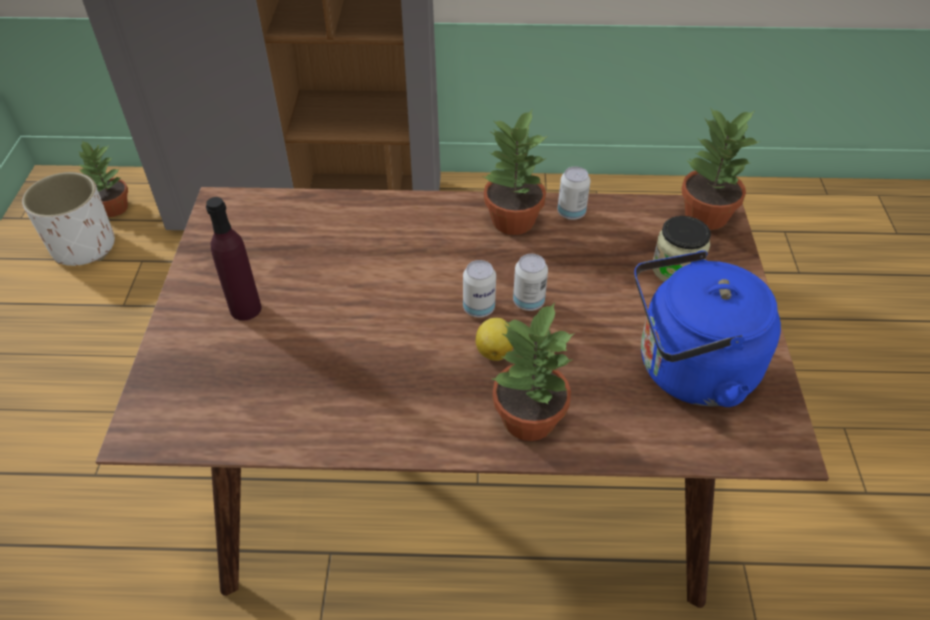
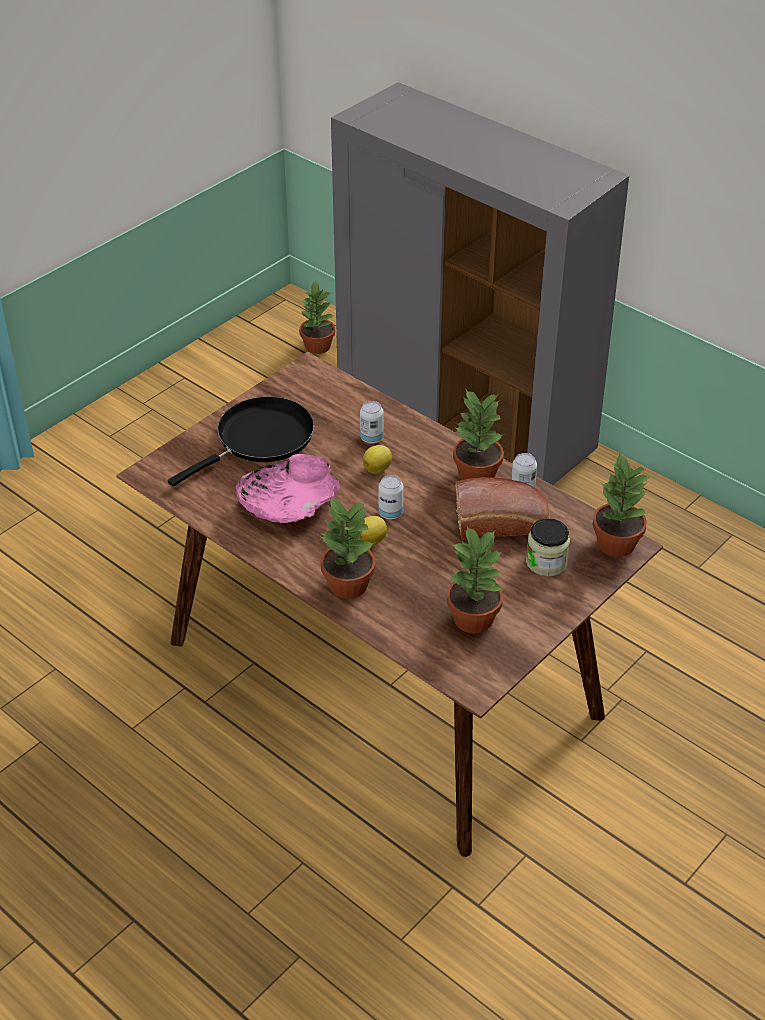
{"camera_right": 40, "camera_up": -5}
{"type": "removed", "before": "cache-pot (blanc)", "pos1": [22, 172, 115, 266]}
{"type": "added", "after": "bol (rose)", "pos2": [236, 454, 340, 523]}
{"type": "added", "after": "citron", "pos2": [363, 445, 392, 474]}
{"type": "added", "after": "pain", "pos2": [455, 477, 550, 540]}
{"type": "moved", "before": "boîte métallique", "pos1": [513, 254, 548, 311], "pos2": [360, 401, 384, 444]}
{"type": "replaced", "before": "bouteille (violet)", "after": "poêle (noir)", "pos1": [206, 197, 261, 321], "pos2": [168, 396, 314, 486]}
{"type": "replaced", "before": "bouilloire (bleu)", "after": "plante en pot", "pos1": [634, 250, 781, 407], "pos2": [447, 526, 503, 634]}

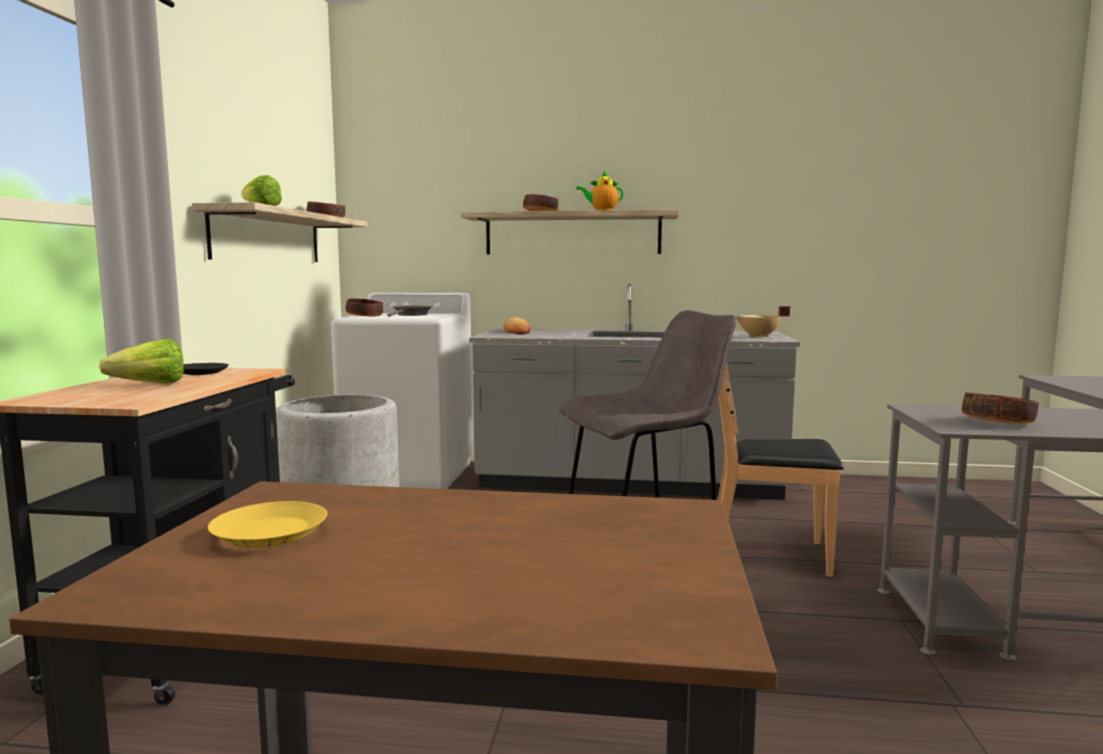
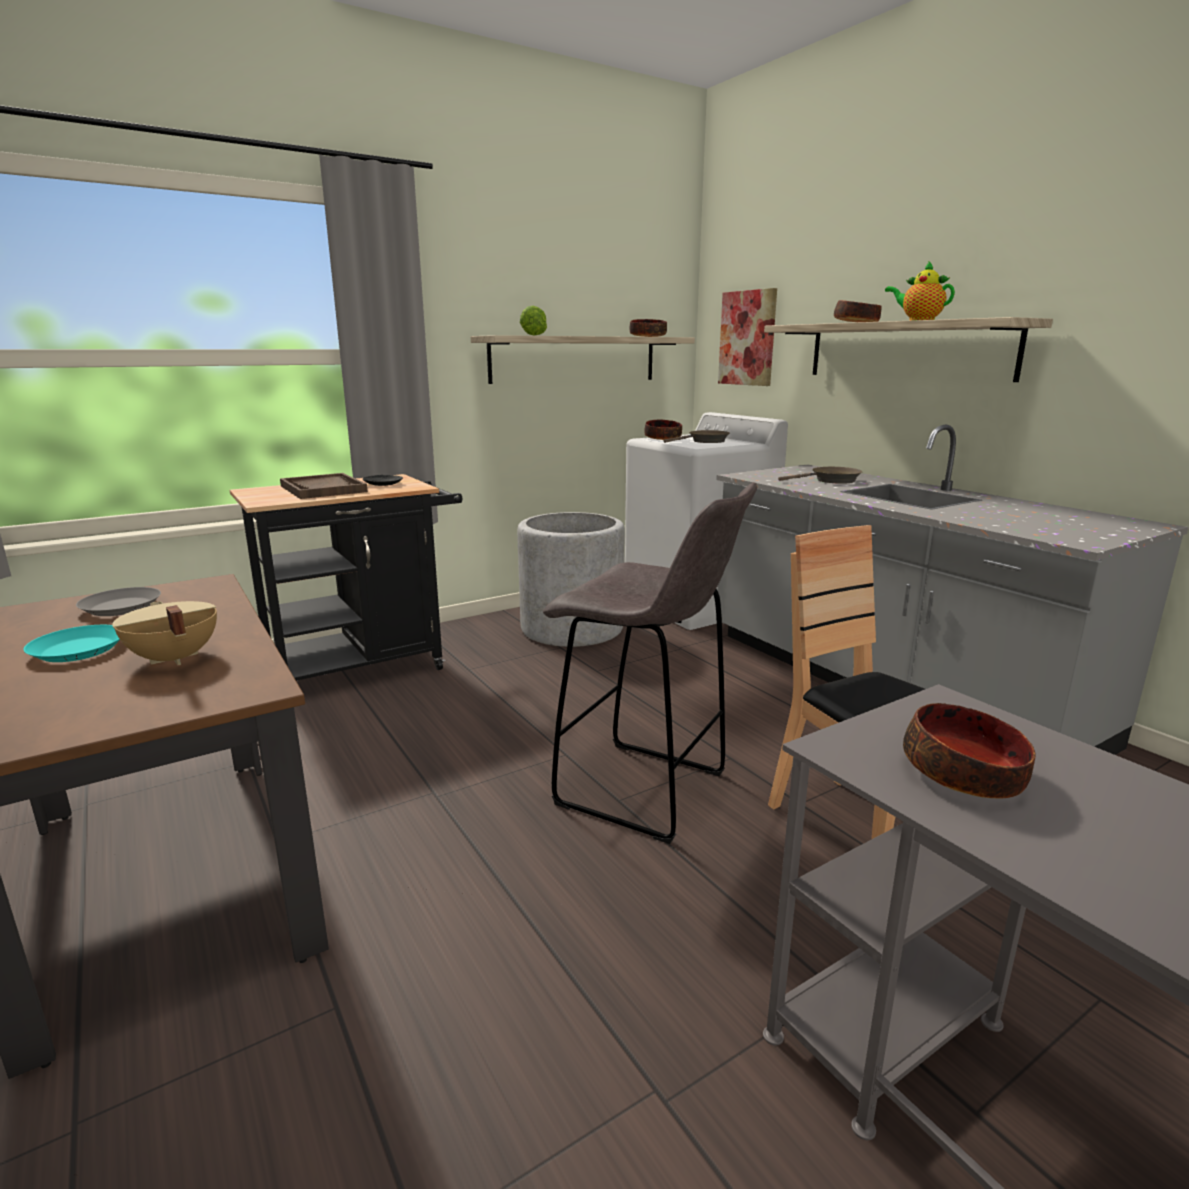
{"camera_right": 50, "camera_up": 10}
{"type": "removed", "before": "pain", "pos1": [503, 317, 531, 334]}
{"type": "added", "after": "assiette (turquoise)", "pos2": [23, 625, 120, 662]}
{"type": "added", "after": "tableau", "pos2": [718, 288, 777, 386]}
{"type": "added", "after": "poêle (marron)", "pos2": [778, 467, 862, 484]}
{"type": "moved", "before": "marmite (beige)", "pos1": [735, 306, 790, 338], "pos2": [112, 601, 217, 665]}
{"type": "replaced", "before": "laitue", "after": "plateau (marron)", "pos1": [99, 339, 184, 383], "pos2": [280, 473, 368, 499]}
{"type": "recoloured", "before": "assiette (jaune)", "after": "assiette (gris)", "pos1": [208, 501, 327, 548], "pos2": [76, 587, 161, 616]}

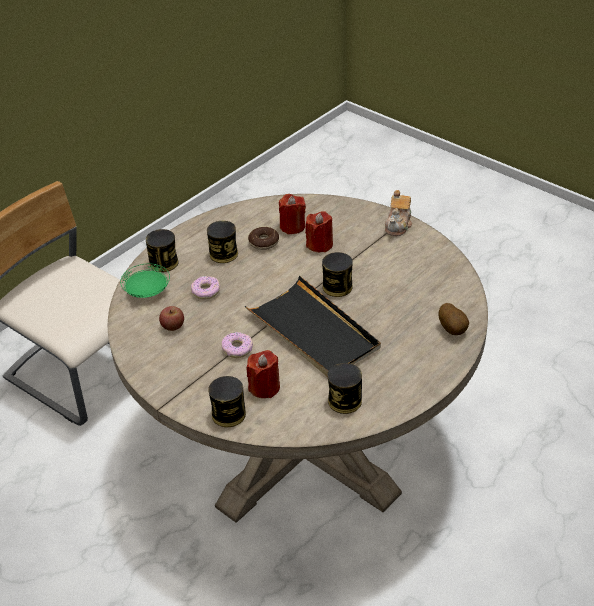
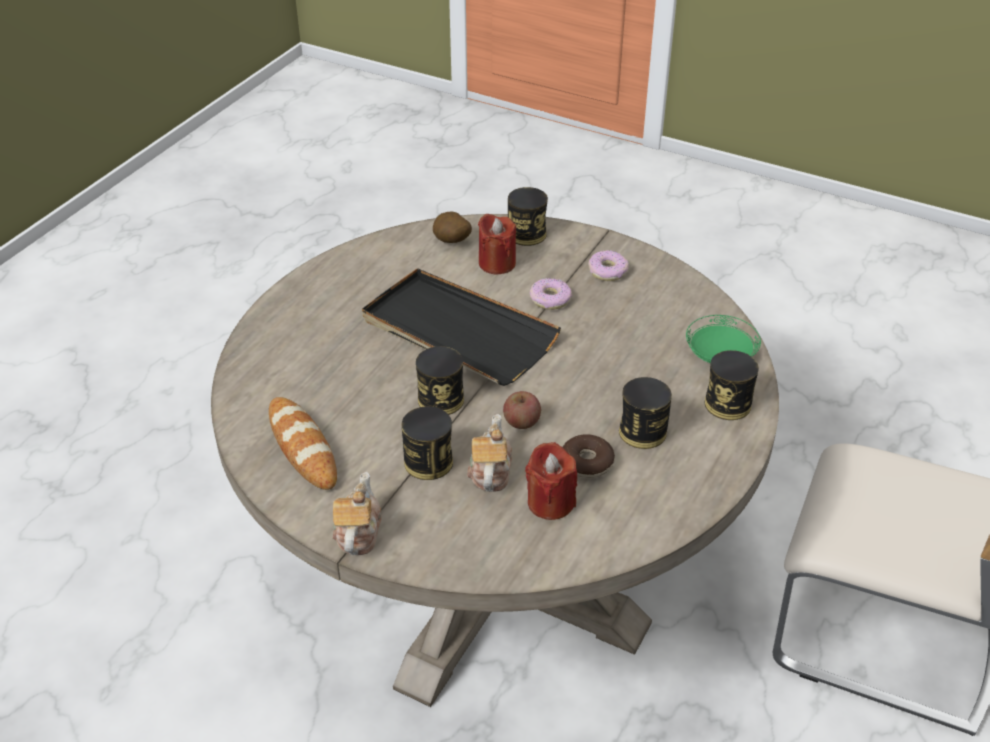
{"camera_right": 165, "camera_up": 0}
{"type": "added", "after": "pain", "pos2": [269, 397, 337, 490]}
{"type": "moved", "before": "pomme", "pos1": [159, 306, 184, 331], "pos2": [503, 391, 541, 429]}
{"type": "moved", "before": "beignet", "pos1": [191, 276, 220, 300], "pos2": [588, 250, 629, 281]}
{"type": "moved", "before": "boîte métallique", "pos1": [328, 363, 362, 414], "pos2": [402, 406, 453, 480]}
{"type": "moved", "before": "pomme de terre", "pos1": [438, 303, 469, 335], "pos2": [433, 211, 472, 243]}
{"type": "replaced", "before": "bougie (rouge)", "after": "théière", "pos1": [305, 211, 333, 252], "pos2": [467, 414, 512, 492]}

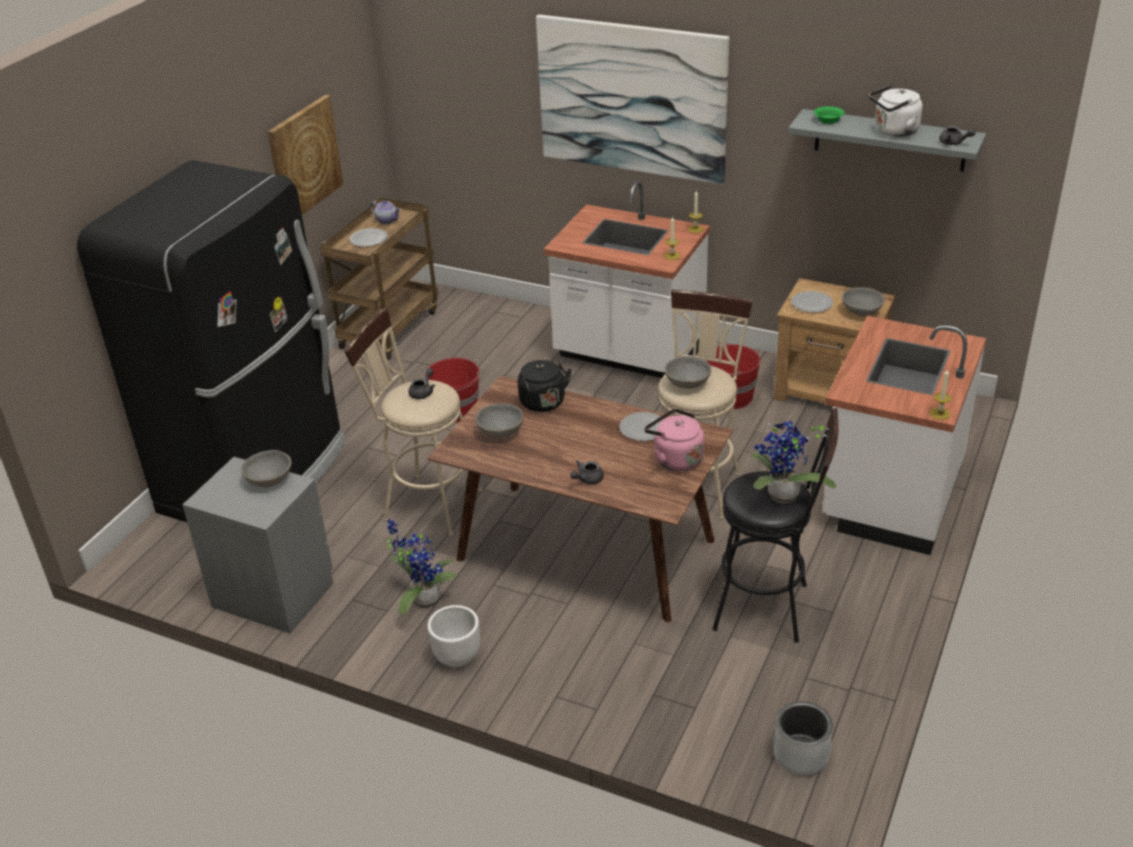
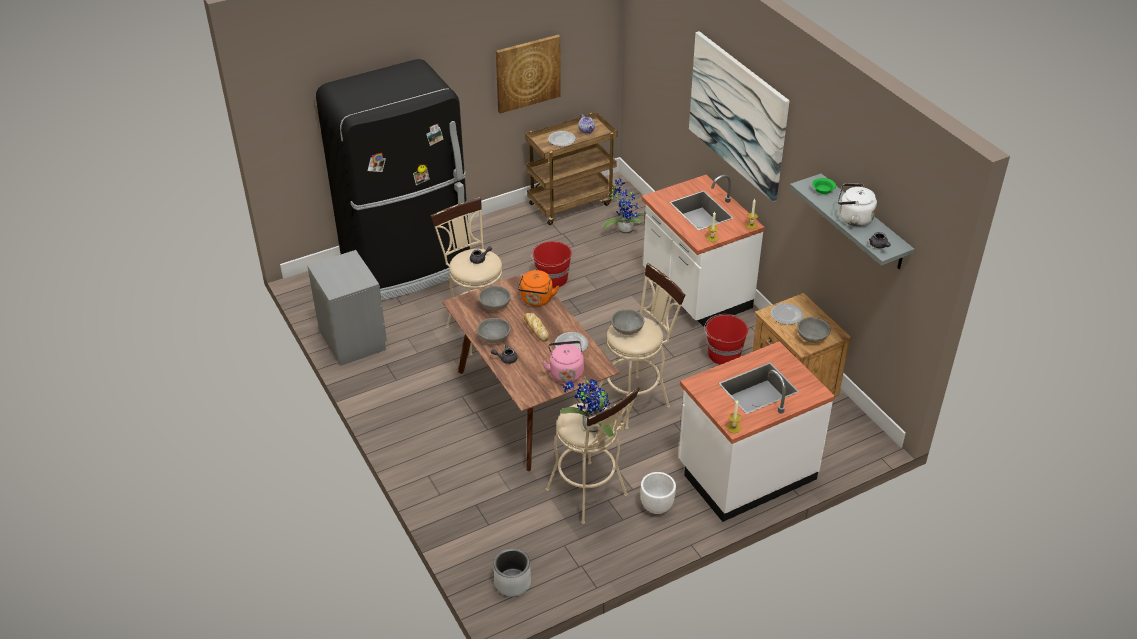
{"camera_right": 35, "camera_up": 5}
{"type": "added", "after": "pain", "pos2": [524, 313, 549, 341]}
{"type": "moved", "before": "bol (gris)", "pos1": [241, 450, 291, 487], "pos2": [477, 318, 511, 343]}
{"type": "moved", "before": "plante en pot", "pos1": [387, 519, 456, 614], "pos2": [603, 178, 645, 234]}
{"type": "moved", "before": "cache-pot (blanc)", "pos1": [428, 605, 480, 667], "pos2": [641, 472, 676, 514]}
{"type": "recoloured", "before": "bouilloire (noir)", "after": "bouilloire (orange)", "pos1": [518, 360, 571, 412], "pos2": [518, 270, 559, 306]}
{"type": "recoloured", "before": "tabouret (noir)", "after": "tabouret (beige)", "pos1": [712, 408, 838, 643], "pos2": [546, 387, 640, 524]}

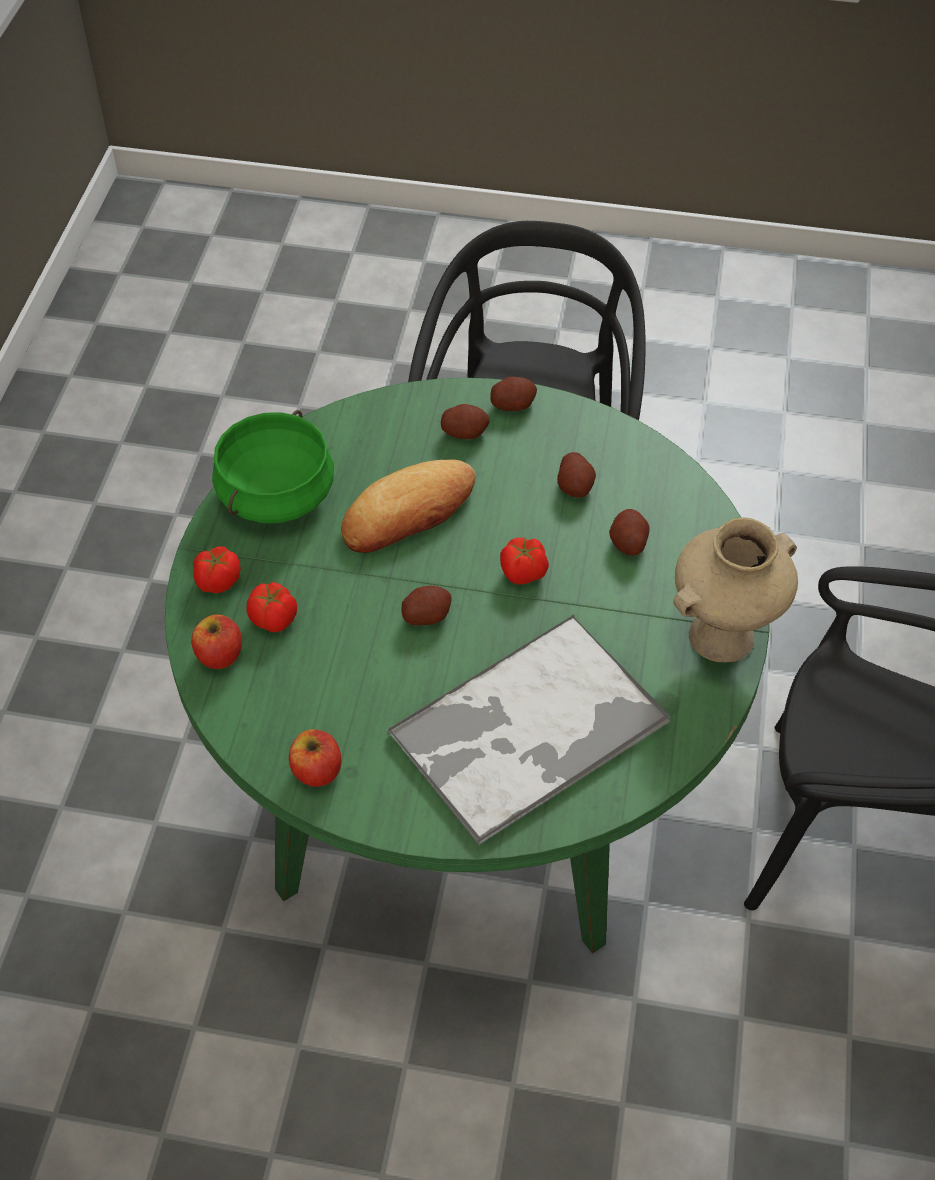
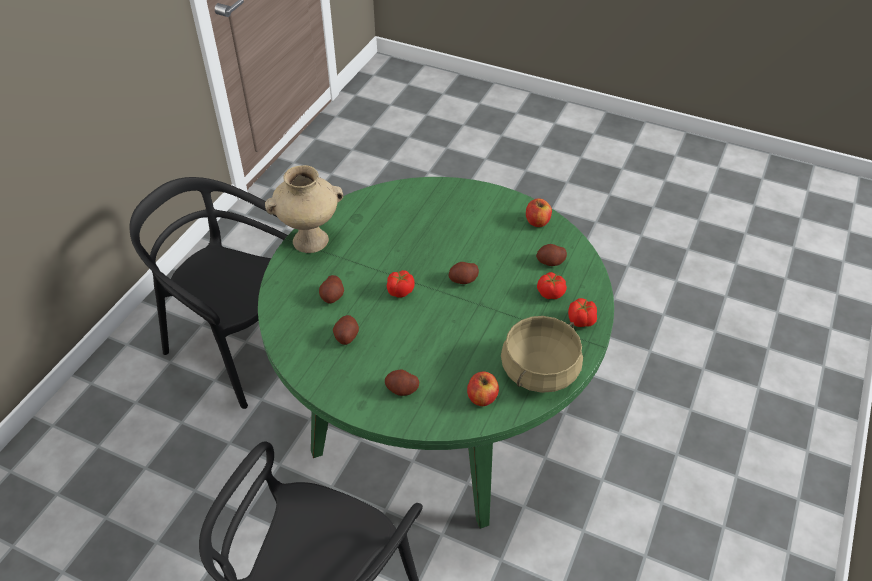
{"camera_right": -165, "camera_up": -5}
{"type": "removed", "before": "pain", "pos1": [341, 459, 475, 553]}
{"type": "removed", "before": "plateau", "pos1": [386, 614, 670, 846]}
{"type": "moved", "before": "pomme", "pos1": [191, 615, 242, 669], "pos2": [467, 372, 499, 406]}
{"type": "moved", "before": "pomme de terre", "pos1": [490, 377, 537, 411], "pos2": [536, 244, 567, 266]}
{"type": "recoloured", "before": "marmite (vert)", "after": "marmite (beige)", "pos1": [212, 410, 334, 523], "pos2": [501, 316, 583, 393]}

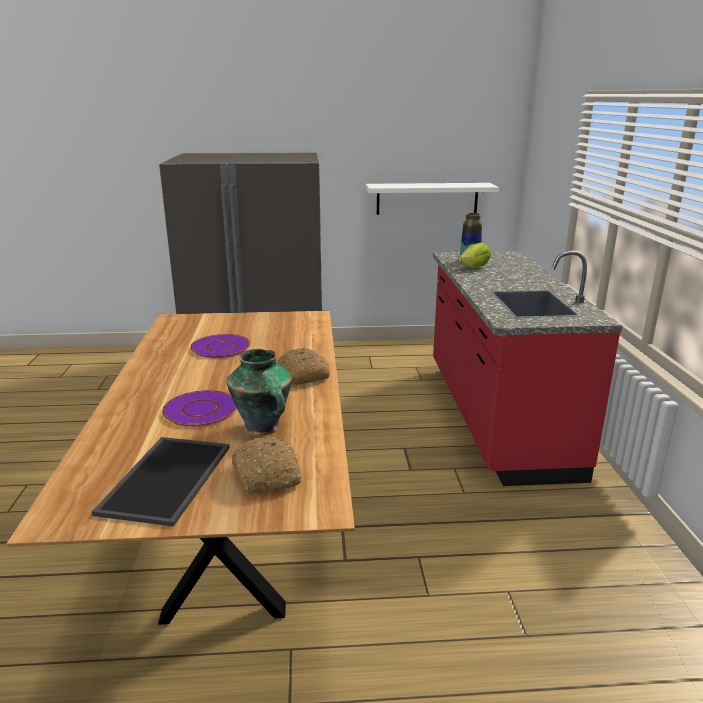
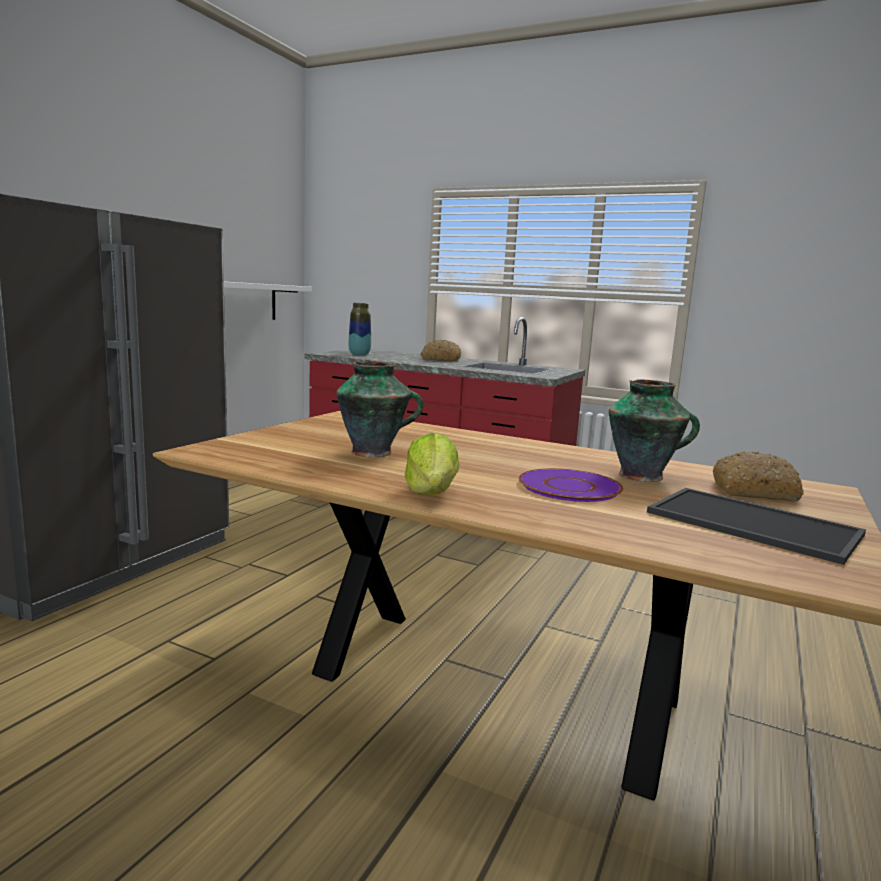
{"camera_right": -60, "camera_up": -10}
{"type": "moved", "before": "pain", "pos1": [277, 348, 330, 385], "pos2": [421, 340, 461, 361]}
{"type": "moved", "before": "laitue", "pos1": [458, 243, 491, 268], "pos2": [405, 433, 459, 495]}
{"type": "replaced", "before": "assiette (violet)", "after": "vase", "pos1": [190, 334, 251, 358], "pos2": [336, 361, 423, 457]}

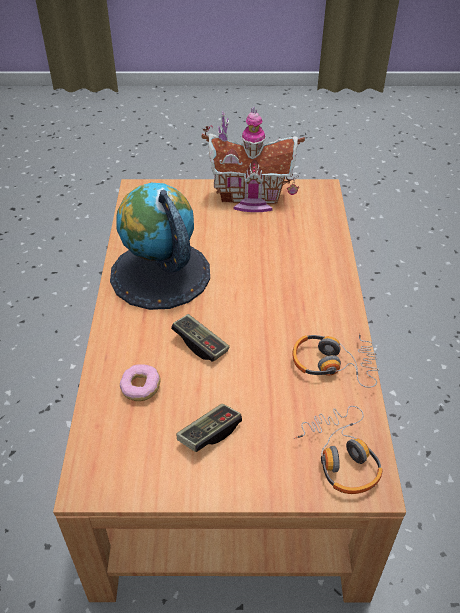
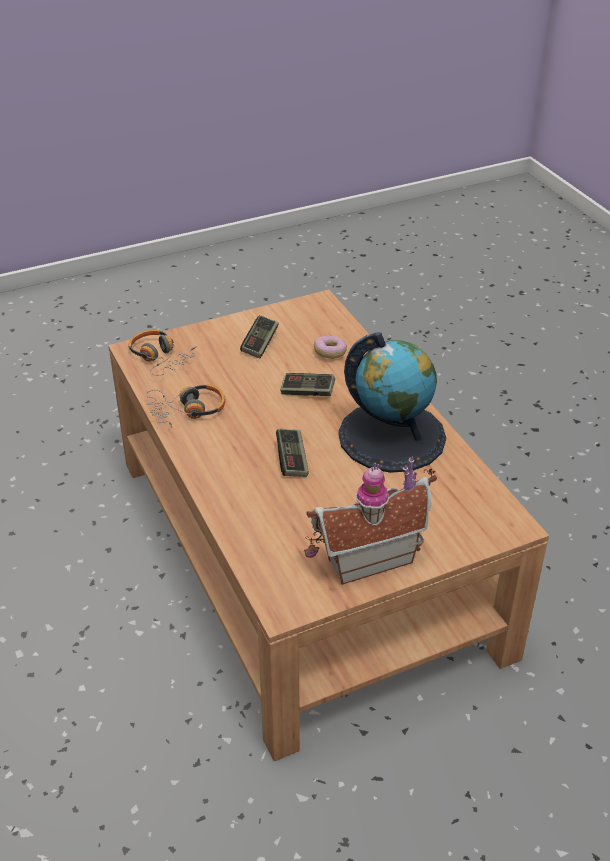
{"camera_right": 155, "camera_up": -5}
{"type": "added", "after": "manette", "pos2": [276, 429, 309, 477]}

